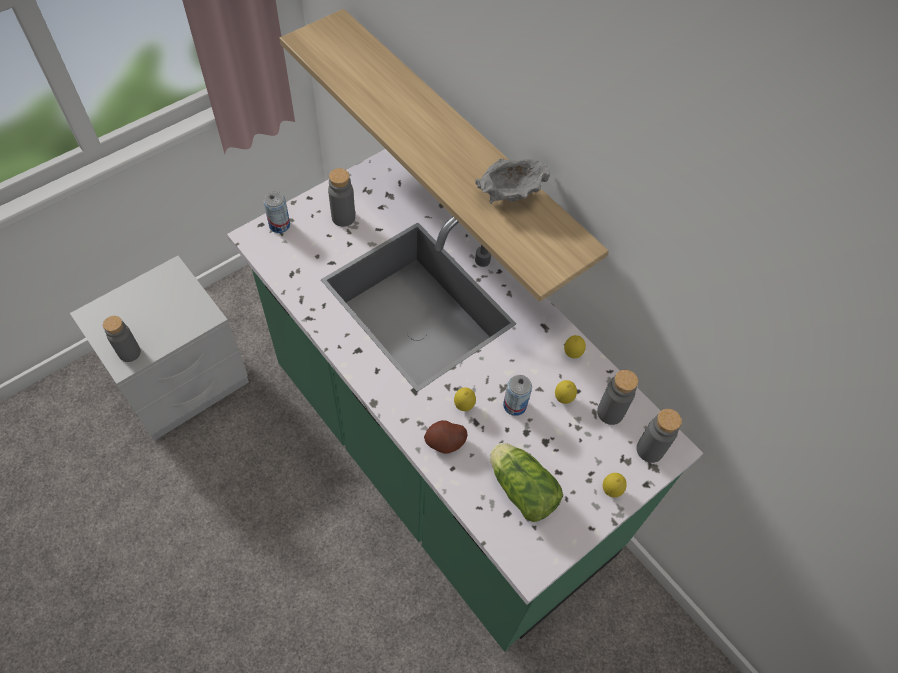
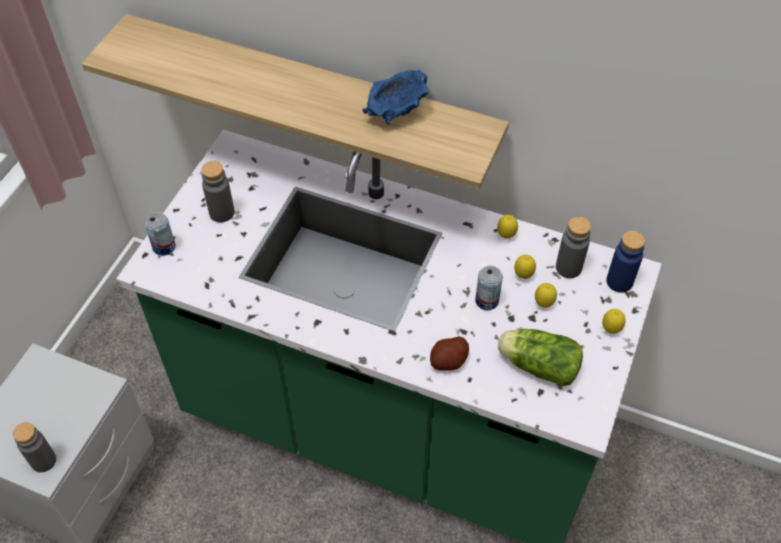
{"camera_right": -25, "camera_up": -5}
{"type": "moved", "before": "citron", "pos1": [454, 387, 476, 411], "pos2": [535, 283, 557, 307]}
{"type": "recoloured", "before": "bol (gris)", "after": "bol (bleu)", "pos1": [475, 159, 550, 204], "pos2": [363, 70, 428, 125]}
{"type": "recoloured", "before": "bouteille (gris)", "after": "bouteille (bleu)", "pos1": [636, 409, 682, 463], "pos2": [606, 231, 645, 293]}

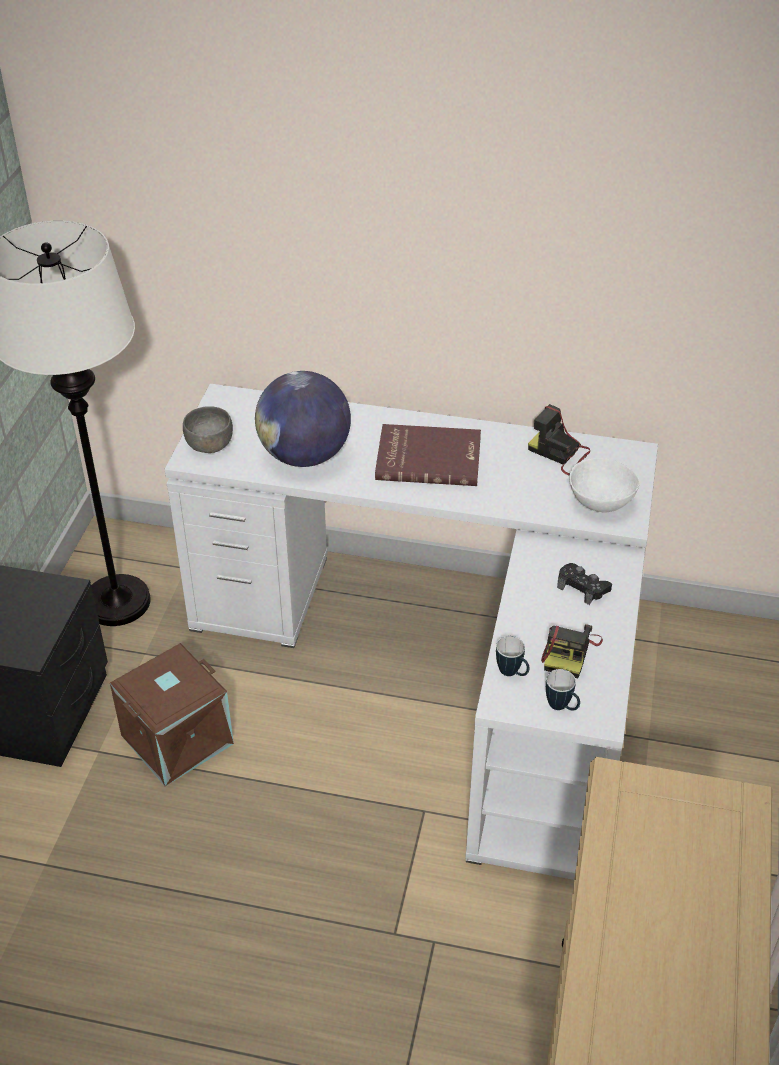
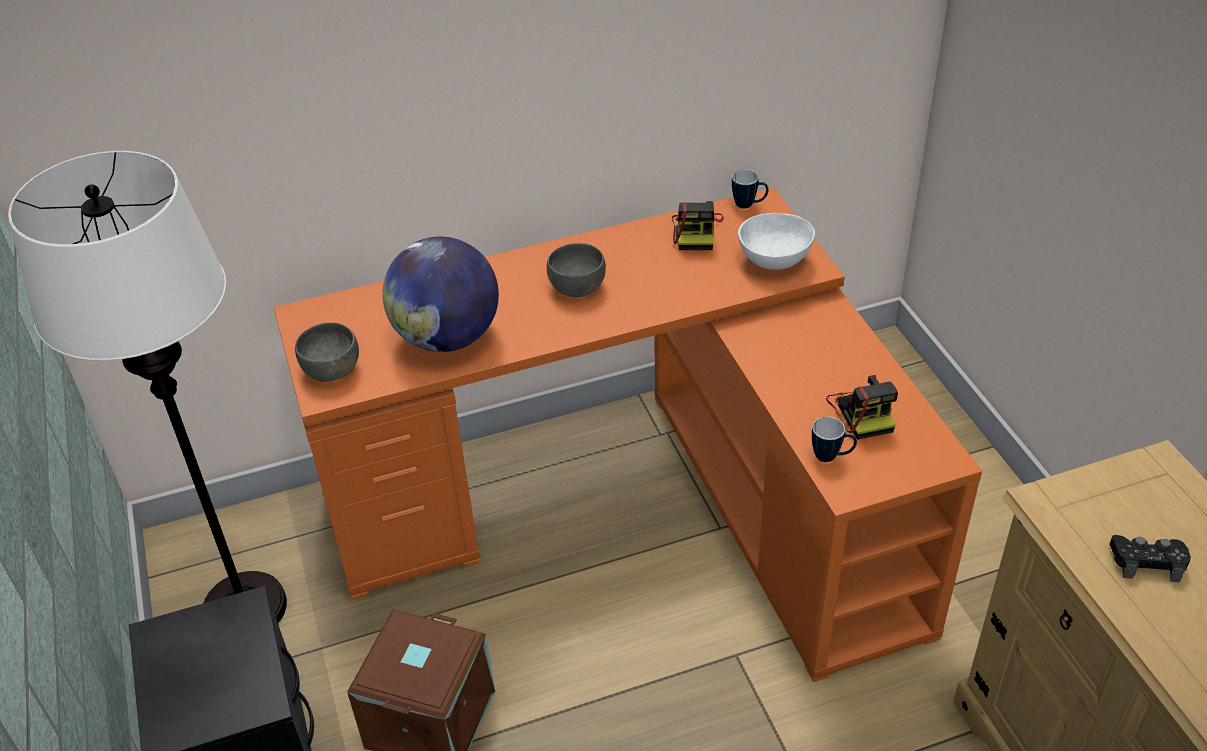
{"camera_right": -30, "camera_up": 0}
{"type": "moved", "before": "mug", "pos1": [546, 669, 580, 711], "pos2": [732, 169, 769, 209]}
{"type": "moved", "before": "manette (noir)", "pos1": [557, 563, 612, 605], "pos2": [1109, 535, 1191, 582]}
{"type": "replaced", "before": "livre (rouge)", "after": "bol (gris)", "pos1": [375, 424, 481, 486], "pos2": [547, 243, 606, 297]}
{"type": "recoloured", "before": "bureau (blanc)", "after": "bureau (orange)", "pos1": [164, 384, 658, 880], "pos2": [274, 188, 982, 682]}
{"type": "turned", "before": "appareil photo", "pos1": [528, 404, 590, 476], "pos2": [672, 201, 724, 250], "turn": -90}

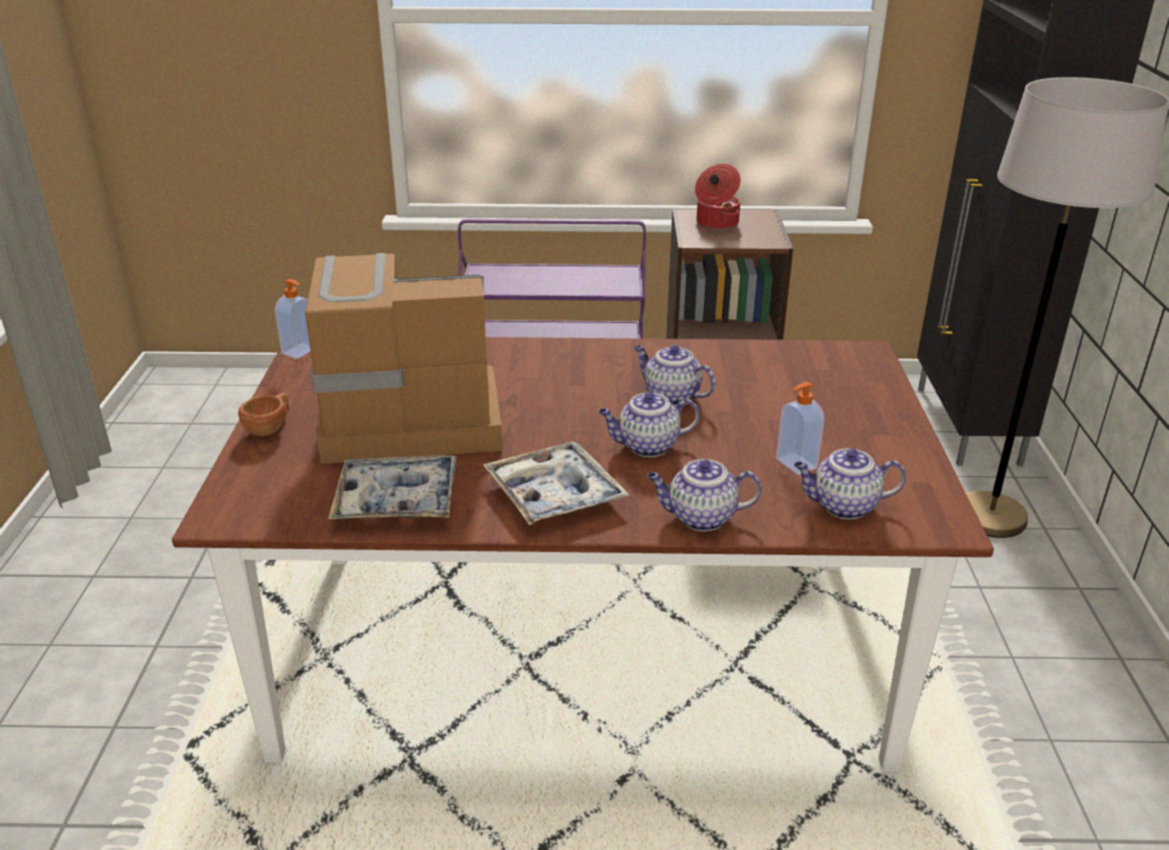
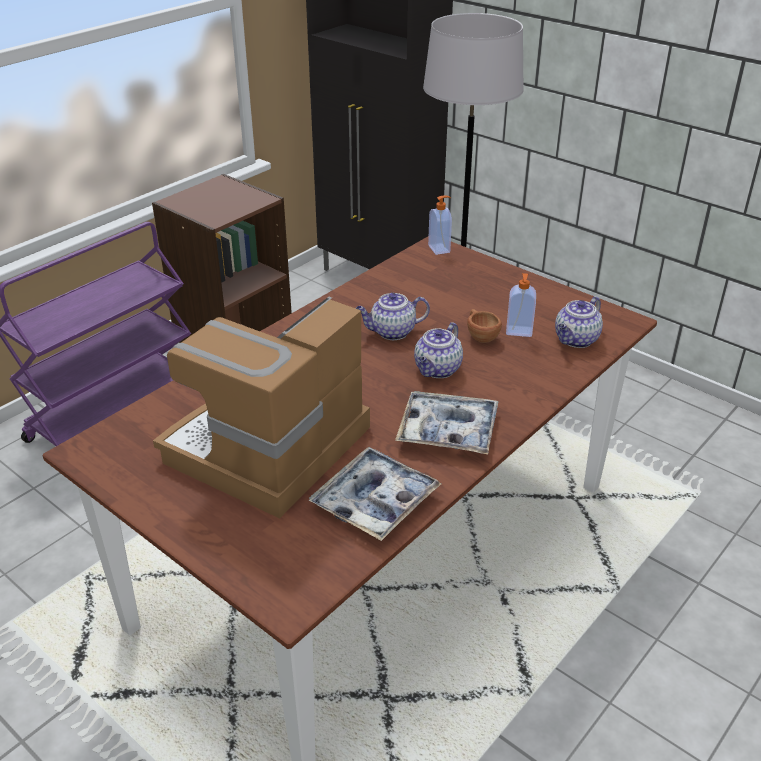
{"camera_right": -50, "camera_up": 5}
{"type": "removed", "before": "théière", "pos1": [647, 459, 762, 531]}
{"type": "removed", "before": "marmite", "pos1": [695, 164, 741, 230]}
{"type": "moved", "before": "tasse (marron)", "pos1": [238, 393, 289, 436], "pos2": [467, 309, 502, 343]}
{"type": "moved", "before": "distributeur de savon", "pos1": [275, 279, 311, 359], "pos2": [428, 195, 452, 255]}

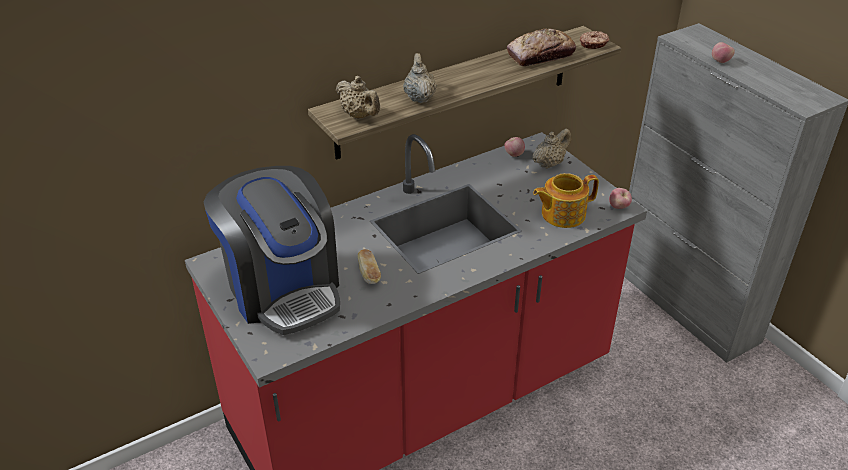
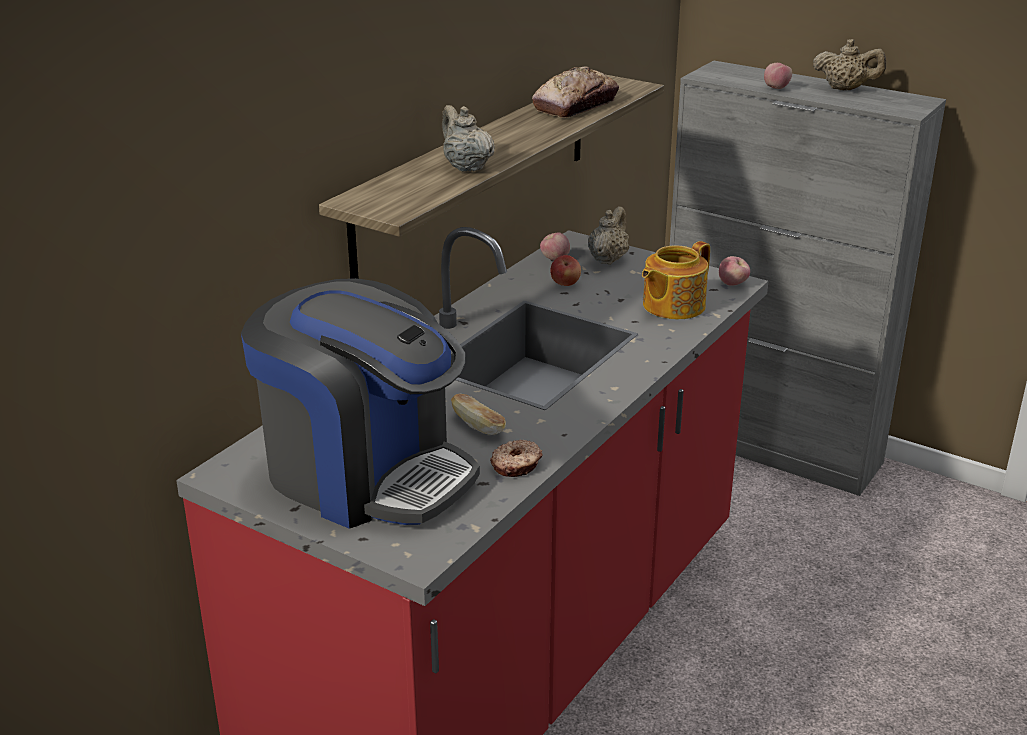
{"camera_right": -25, "camera_up": -10}
{"type": "added", "after": "pomme", "pos2": [550, 255, 581, 286]}
{"type": "moved", "before": "théière (beige)", "pos1": [336, 76, 380, 119], "pos2": [813, 39, 886, 90]}
{"type": "moved", "before": "beignet", "pos1": [580, 31, 610, 49], "pos2": [490, 440, 542, 477]}

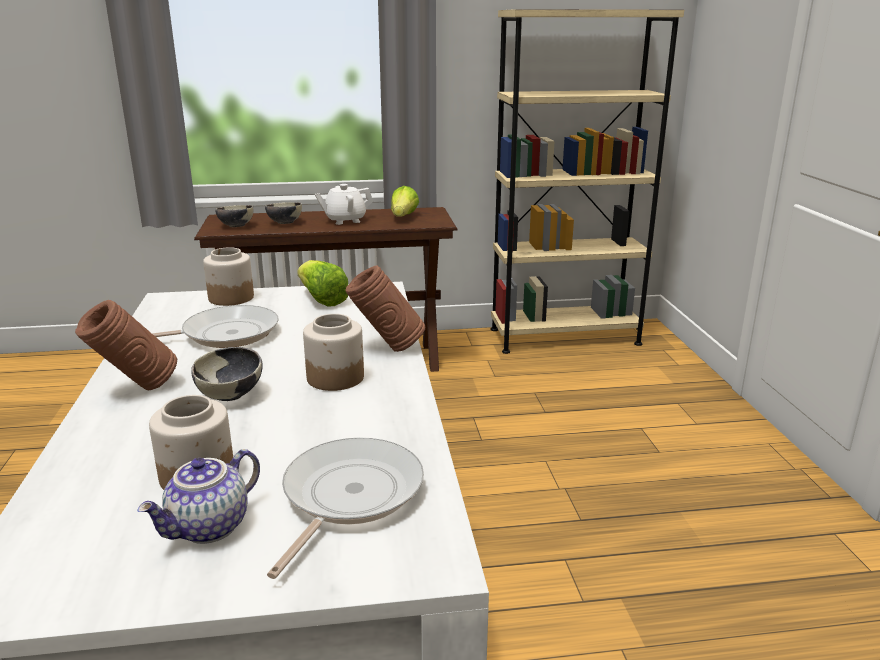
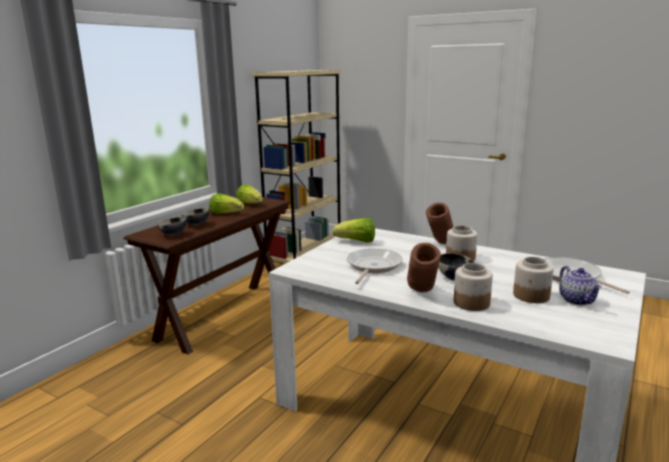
{"camera_right": -50, "camera_up": -5}
{"type": "moved", "before": "bocal", "pos1": [203, 247, 254, 306], "pos2": [454, 263, 493, 311]}
{"type": "replaced", "before": "théière (blanc)", "after": "laitue", "pos1": [315, 184, 373, 225], "pos2": [209, 194, 244, 214]}

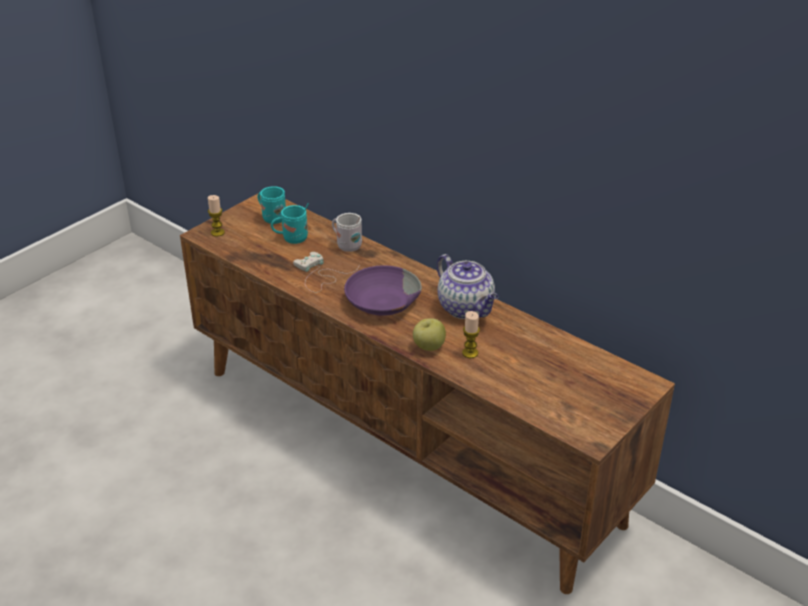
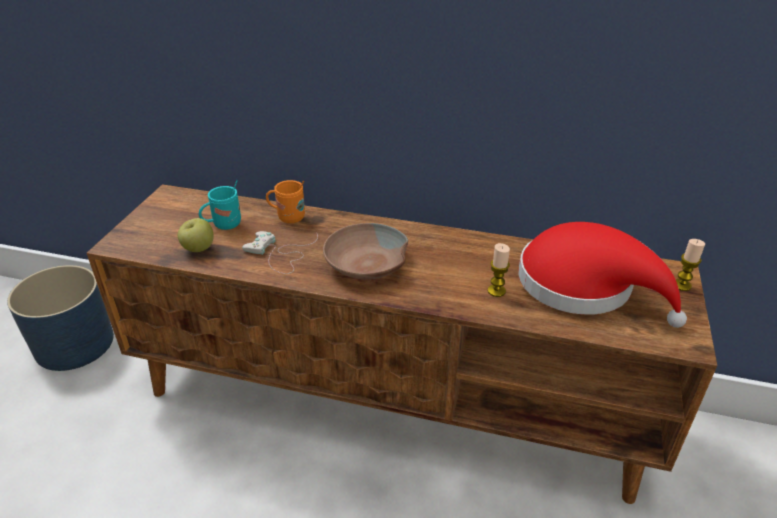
{"camera_right": -25, "camera_up": 0}
{"type": "removed", "before": "mug (turquoise)", "pos1": [258, 186, 286, 224]}
{"type": "removed", "before": "théière", "pos1": [437, 254, 498, 319]}
{"type": "added", "after": "cache-pot (bleu)", "pos2": [7, 265, 114, 371]}
{"type": "added", "after": "chapeau (rouge)", "pos2": [518, 222, 687, 328]}
{"type": "moved", "before": "bougie", "pos1": [208, 195, 225, 237], "pos2": [676, 239, 705, 291]}
{"type": "moved", "before": "pomme", "pos1": [413, 318, 446, 351], "pos2": [178, 218, 214, 252]}
{"type": "recoloured", "before": "mug (blanc)", "after": "mug (orange)", "pos1": [332, 213, 362, 252], "pos2": [266, 180, 305, 223]}
{"type": "recoloured", "before": "bol (violet)", "after": "bol (marron)", "pos1": [344, 265, 422, 316], "pos2": [323, 223, 408, 280]}

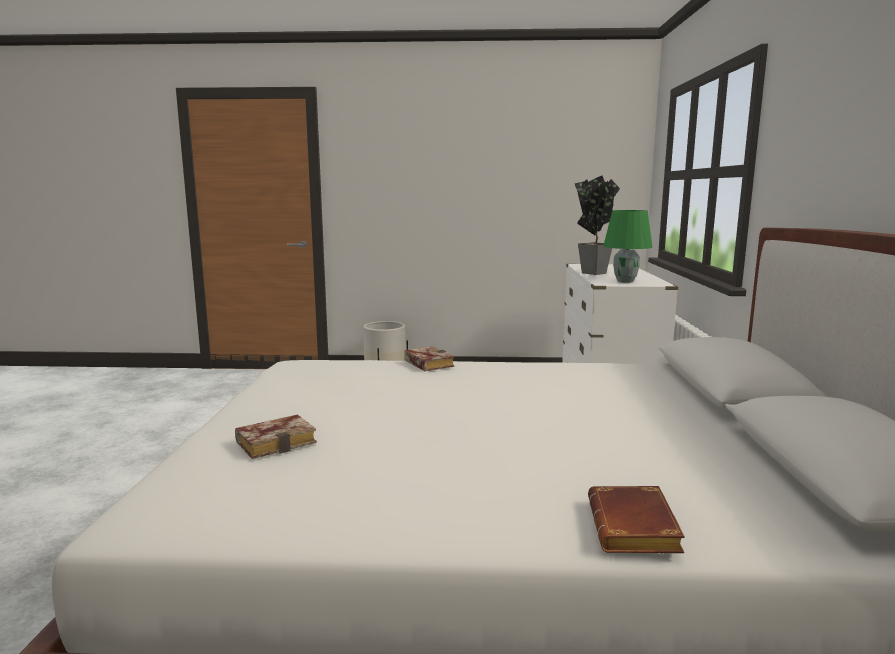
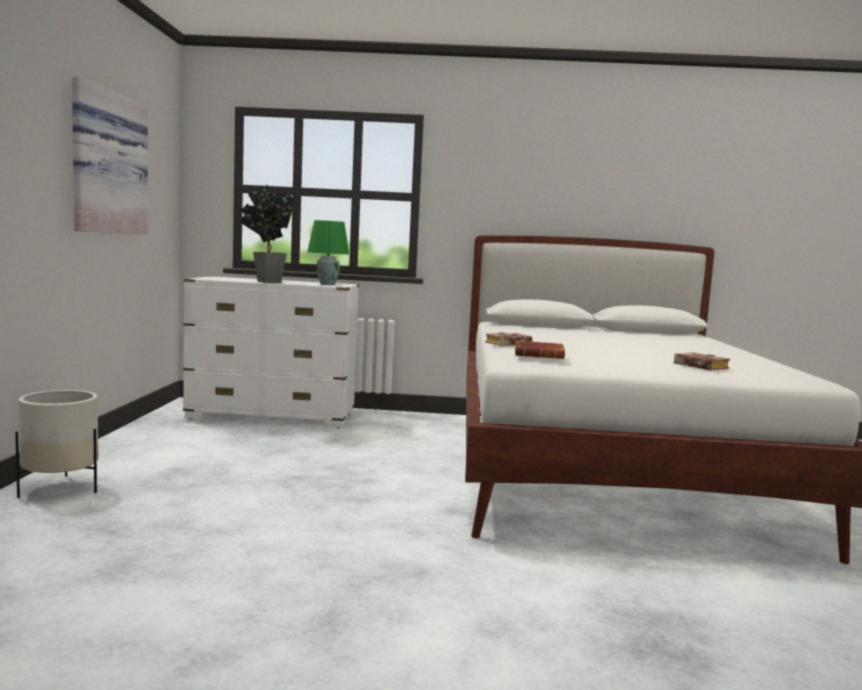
{"camera_right": -90, "camera_up": -5}
{"type": "added", "after": "tableau", "pos2": [72, 76, 148, 234]}
{"type": "moved", "before": "livre (marron)", "pos1": [588, 486, 685, 553], "pos2": [515, 341, 565, 359]}

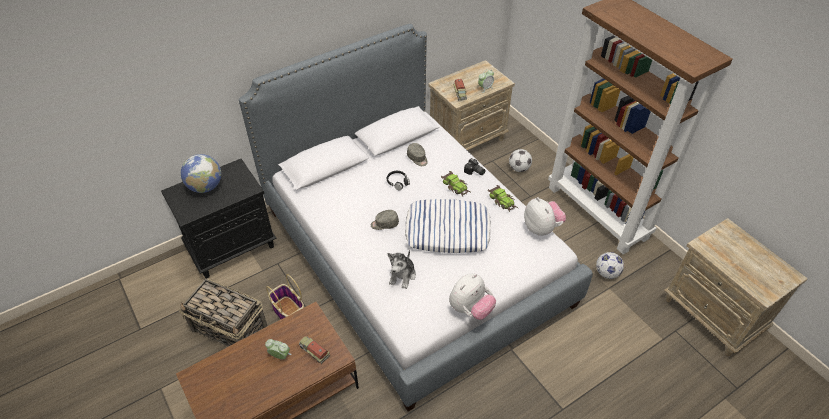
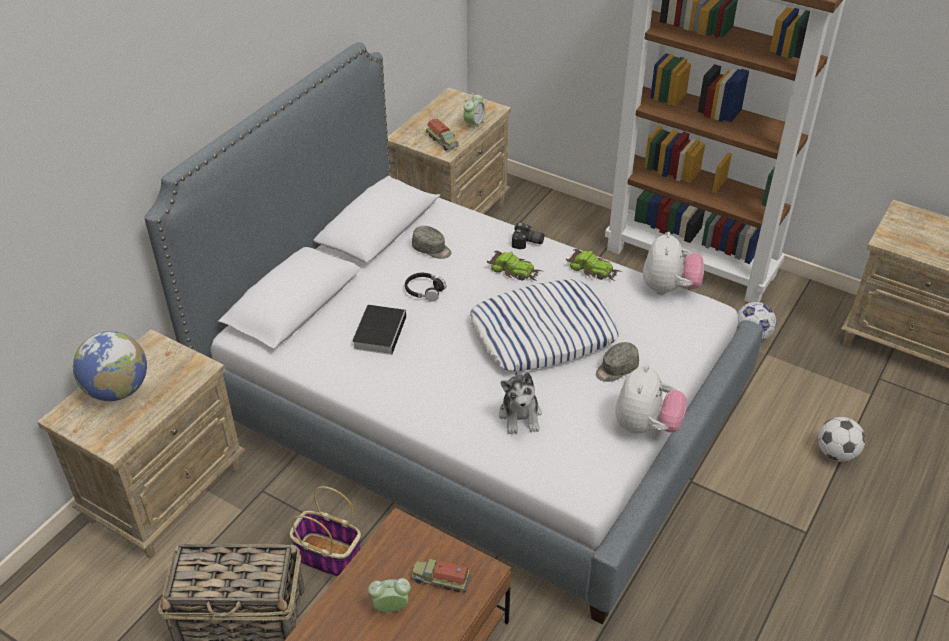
{"camera_right": -25, "camera_up": -5}
{"type": "added", "after": "livre", "pos2": [352, 305, 406, 355]}
{"type": "moved", "before": "casquette (gris)", "pos1": [371, 210, 399, 230], "pos2": [596, 342, 639, 382]}
{"type": "moved", "before": "ballon de foot", "pos1": [509, 149, 532, 172], "pos2": [818, 417, 865, 462]}
{"type": "recoloured", "before": "table de chevet (noir)", "after": "table de chevet (beige)", "pos1": [161, 159, 277, 278], "pos2": [37, 329, 246, 558]}
{"type": "turned", "before": "peluche", "pos1": [524, 197, 566, 236], "pos2": [643, 232, 704, 295], "turn": 60}

